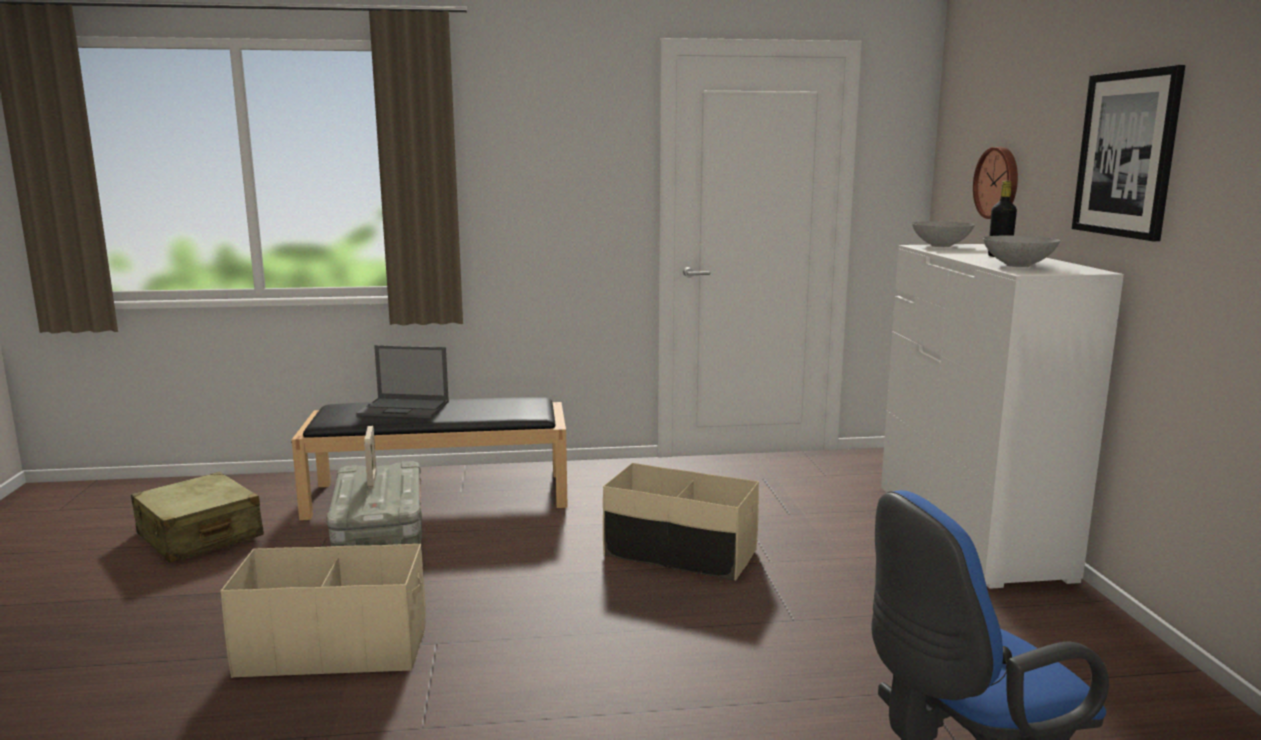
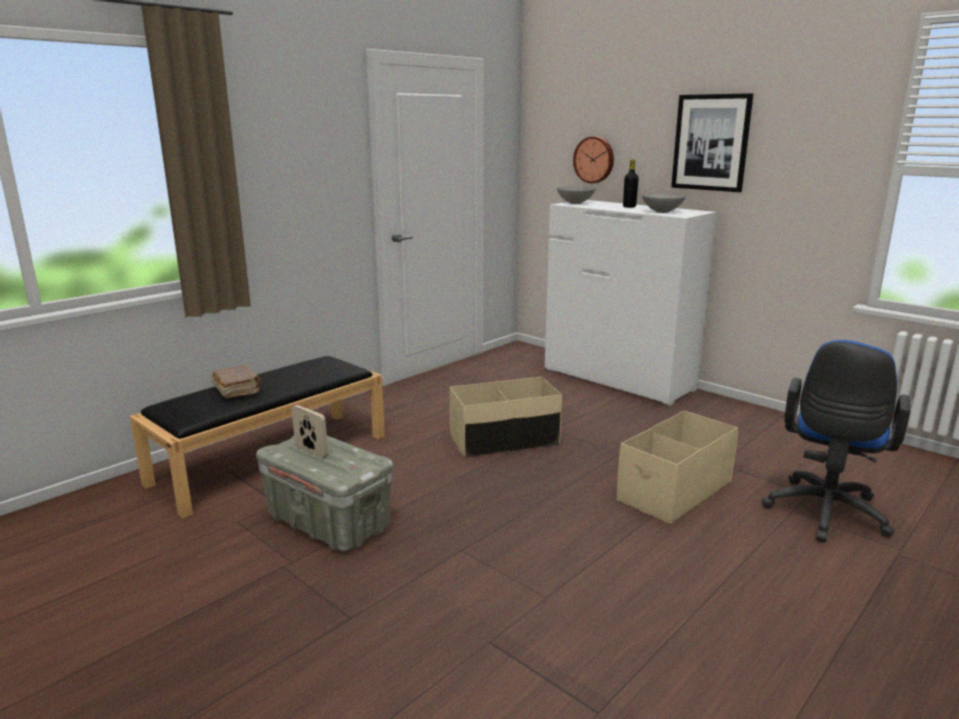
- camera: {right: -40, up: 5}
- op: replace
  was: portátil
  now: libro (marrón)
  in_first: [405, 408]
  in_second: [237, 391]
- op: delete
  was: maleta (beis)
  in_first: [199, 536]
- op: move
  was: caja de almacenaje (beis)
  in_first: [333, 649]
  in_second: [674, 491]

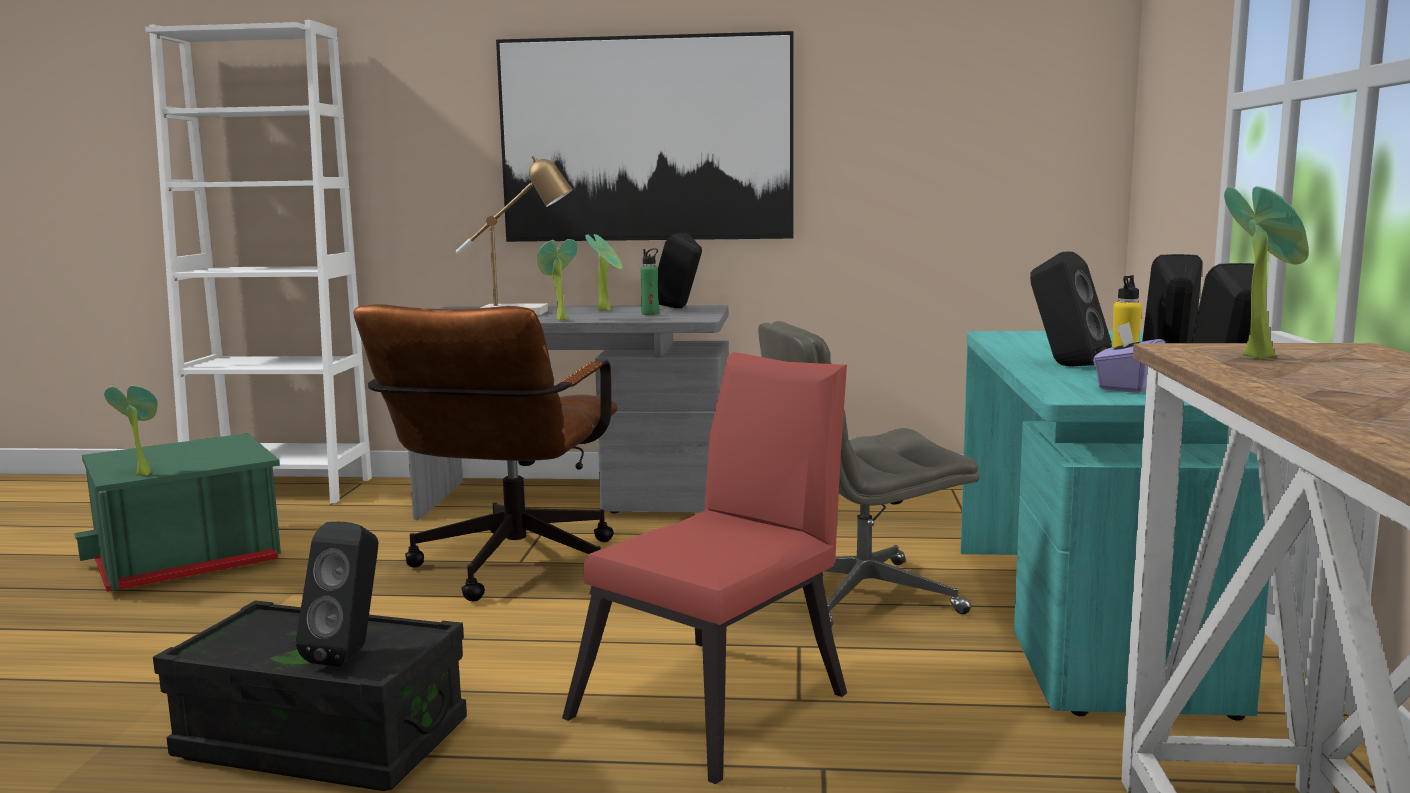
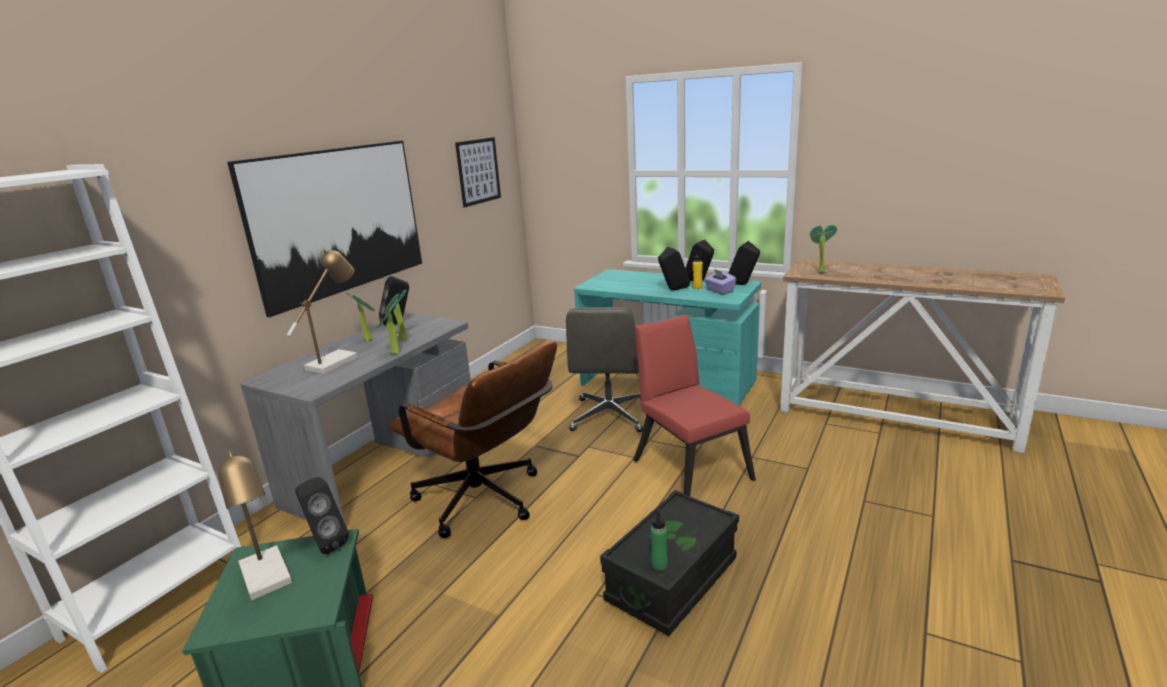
- camera: {right: -65, up: 10}
- op: move
  was: botella (verde)
  in_first: [650, 314]
  in_second: [659, 564]
- op: move
  was: planta en maceta
  in_first: [142, 474]
  in_second: [401, 340]
- op: move
  was: altavoz (negro)
  in_first: [350, 654]
  in_second: [325, 544]
- op: insert
  now: cuadro
  in_second: [478, 171]
- op: insert
  now: lámpara de mesa
  in_second: [269, 579]

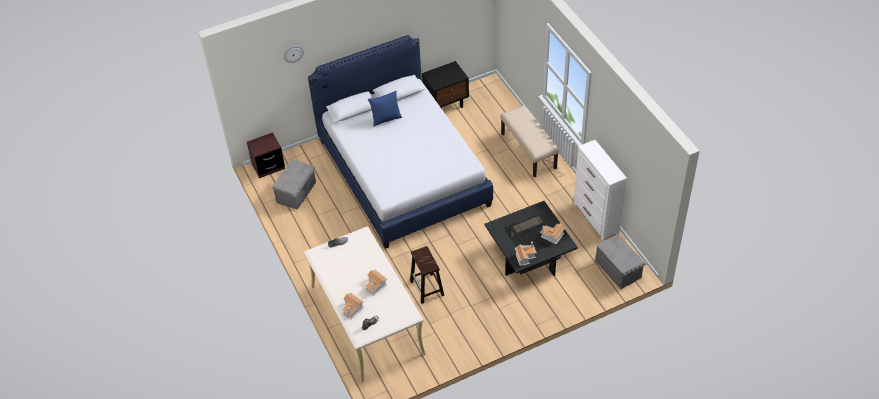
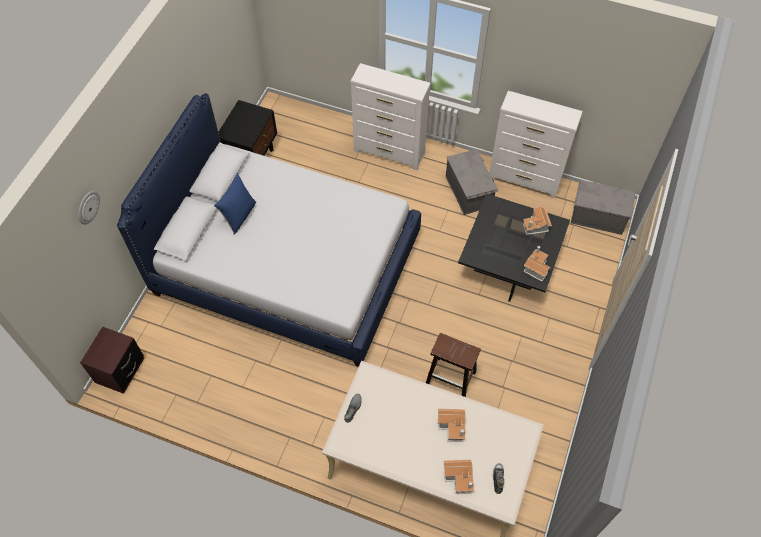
- camera: {right: -45, up: 10}
- op: replace
  was: banco (beis)
  now: cómoda (blanco)
  in_first: [529, 151]
  in_second: [389, 153]
- op: move
  was: caja de almacenaje (gris)
  in_first: [297, 192]
  in_second: [469, 191]

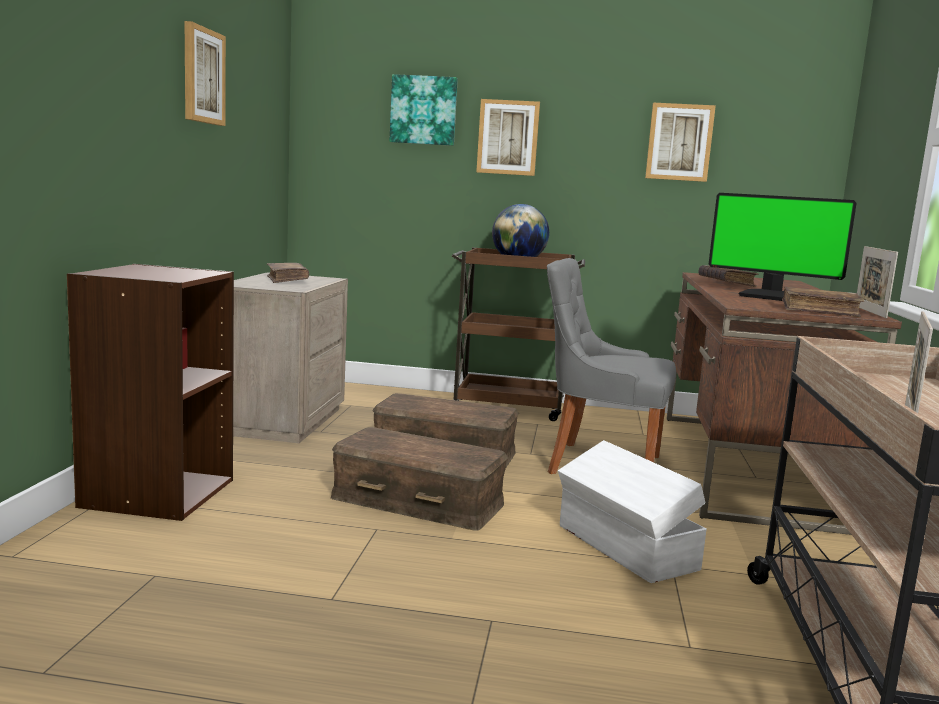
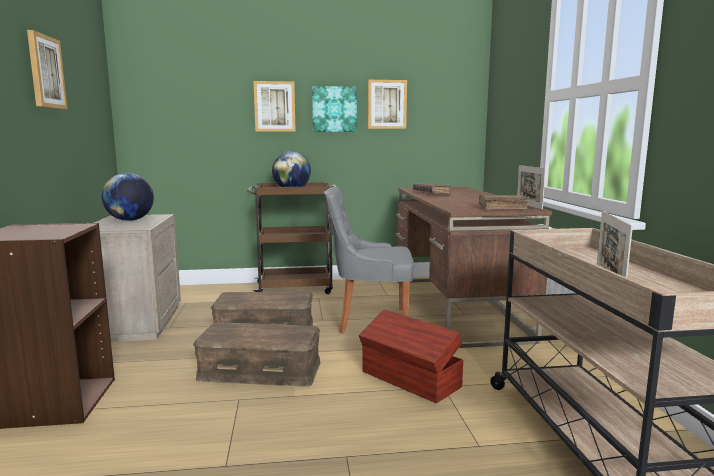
- camera: {right: -15, up: 0}
- op: move
  was: cuadro
  in_first: [423, 110]
  in_second: [334, 109]
- op: delete
  was: monitor
  in_first: [769, 296]
- op: replace
  was: libro (marrón)
  now: globo terráqueo
  in_first: [287, 280]
  in_second: [130, 220]
- op: recolor
  was: caja de almacenaje (blanco)
  now: caja de almacenaje (marrón)
  in_first: [625, 548]
  in_second: [410, 380]

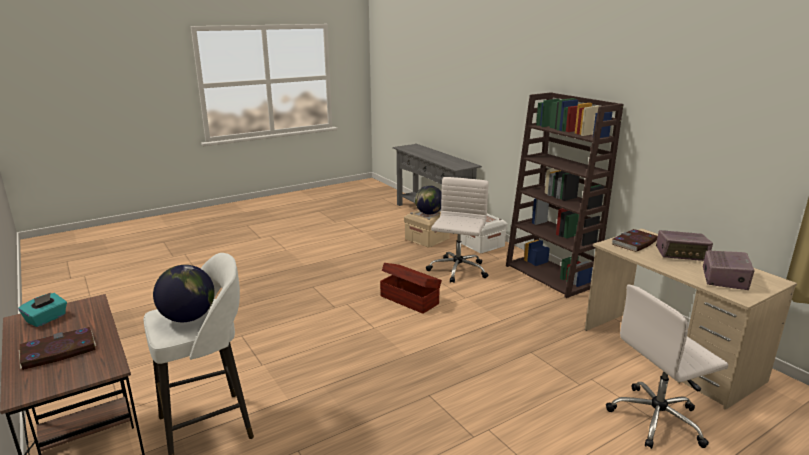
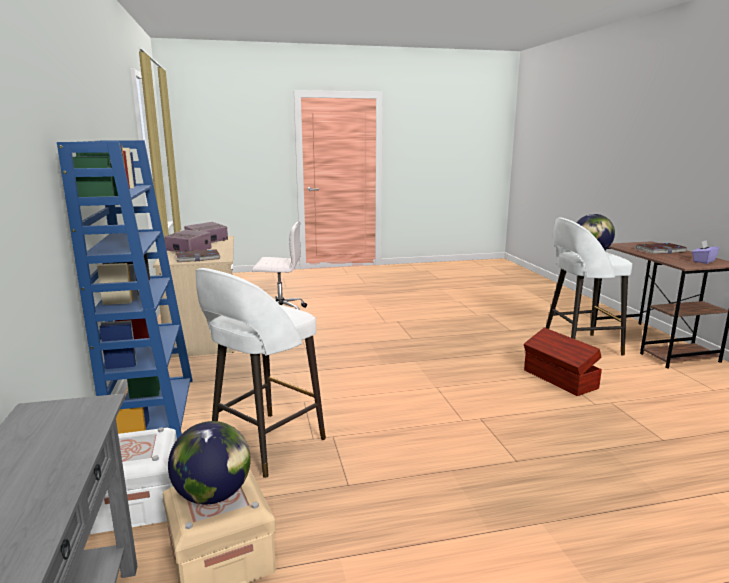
- camera: {right: -160, up: -5}
- op: recolor
  was: estantería (marrón)
  now: estantería (azul)
  in_first: [551, 276]
  in_second: [152, 409]
- op: replace
  was: silla de oficina (blanco)
  now: taburete (blanco)
  in_first: [457, 271]
  in_second: [264, 445]
- op: move
  was: caja de almacenaje (marrón)
  in_first: [409, 299]
  in_second: [559, 379]
- op: recolor
  was: caja de pañuelos (turquesa)
  now: caja de pañuelos (morado)
  in_first: [47, 319]
  in_second: [703, 261]

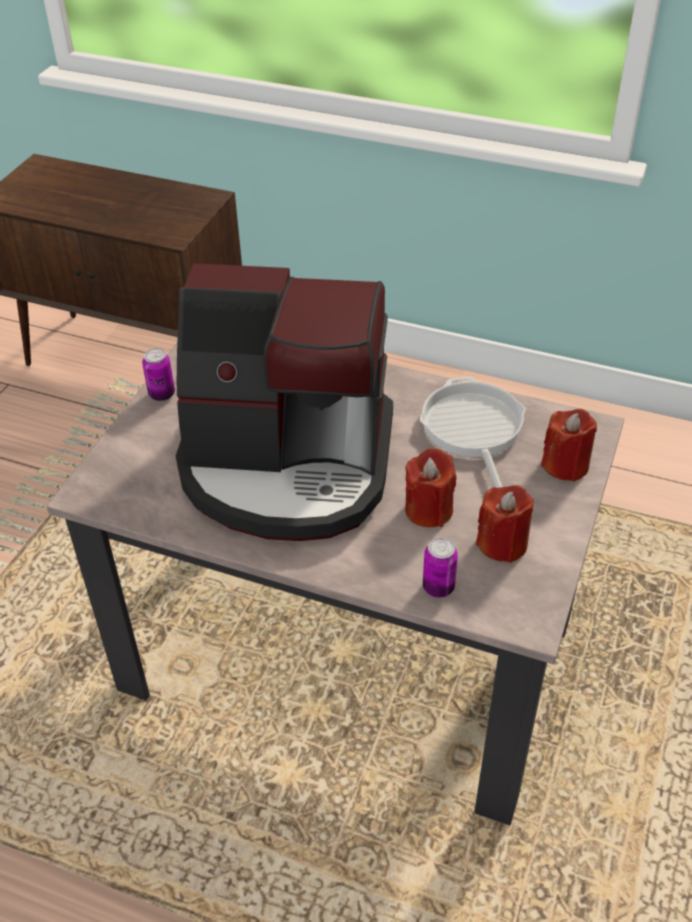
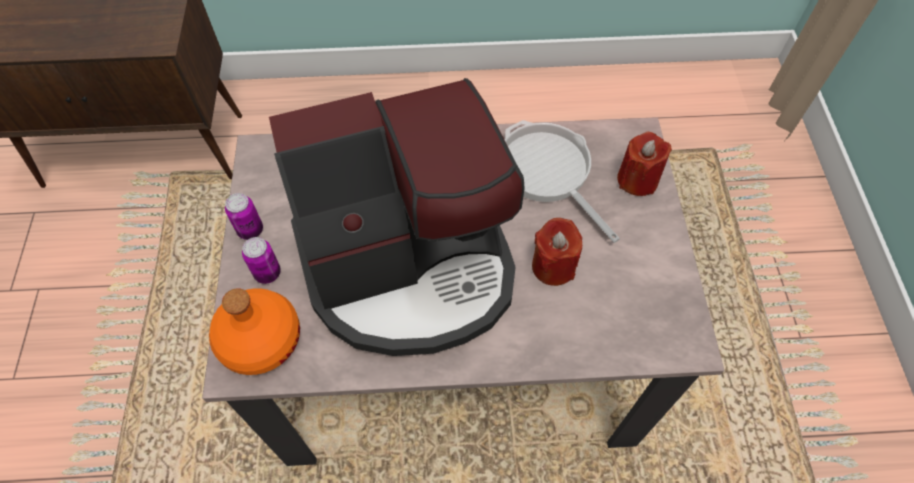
- camera: {right: -25, up: 15}
- op: delete
  was: vela (rojo)
  in_first: [502, 543]
- op: move
  was: lata
  in_first: [438, 587]
  in_second: [267, 273]
- op: insert
  now: botella (naranja)
  in_second: [259, 339]

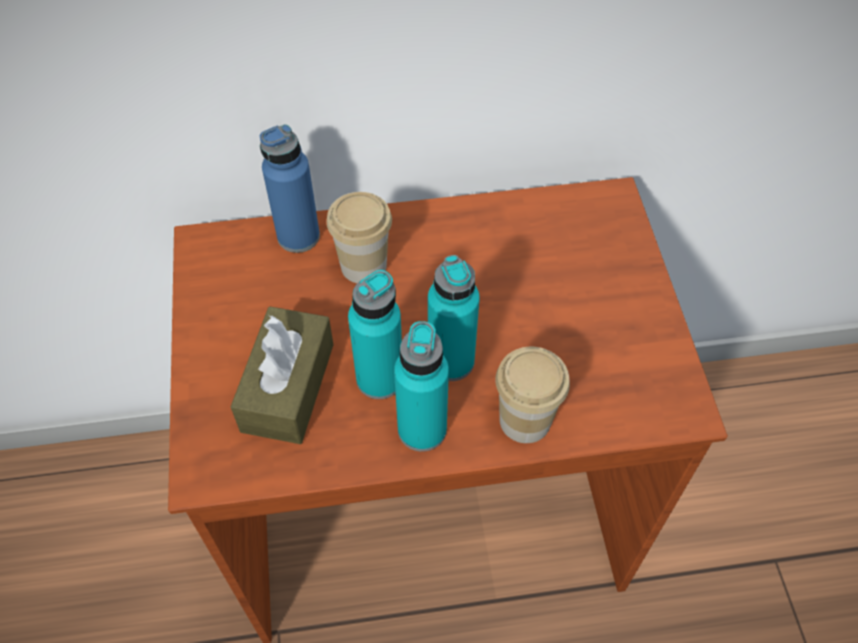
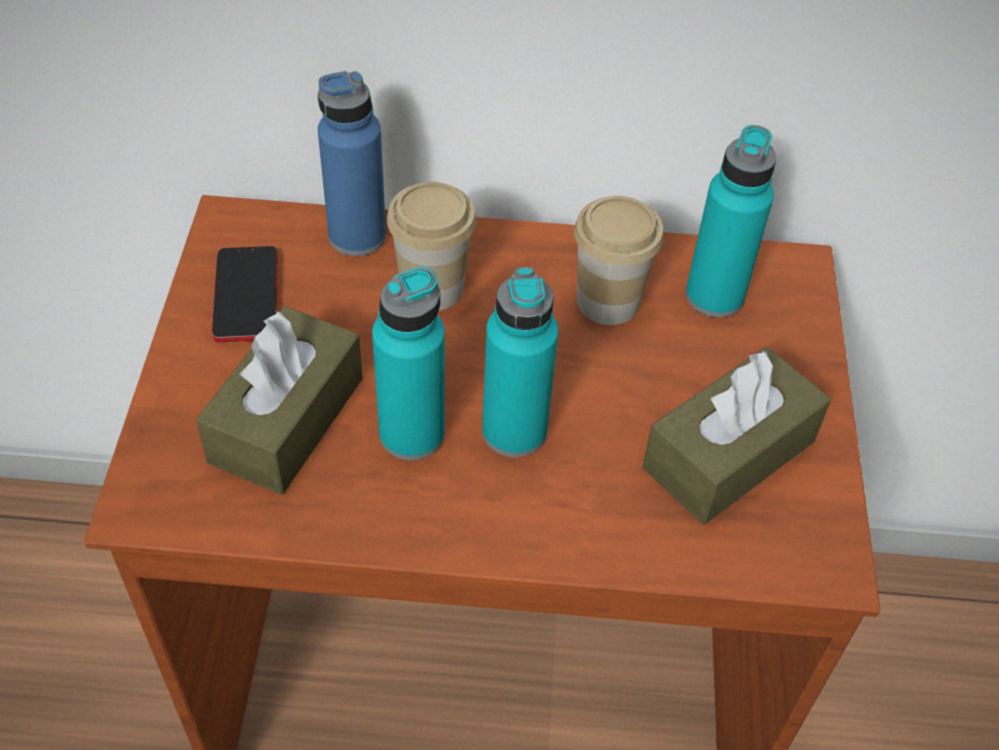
- camera: {right: 10, up: -5}
- op: move
  was: botella (turquesa)
  in_first: [422, 429]
  in_second: [714, 296]
- op: move
  was: taza
  in_first: [525, 420]
  in_second: [608, 301]
- op: insert
  now: móvil
  in_second: [246, 295]
- op: insert
  now: caja de pañuelos (marrón)
  in_second: [728, 454]

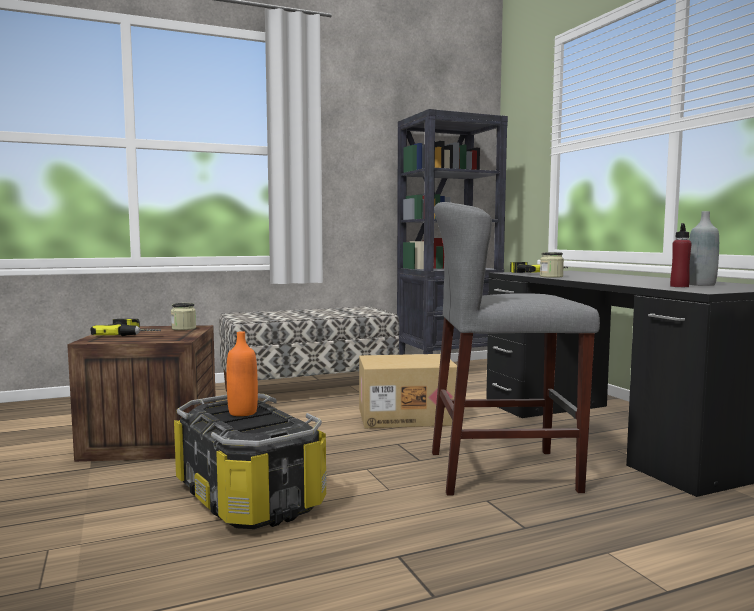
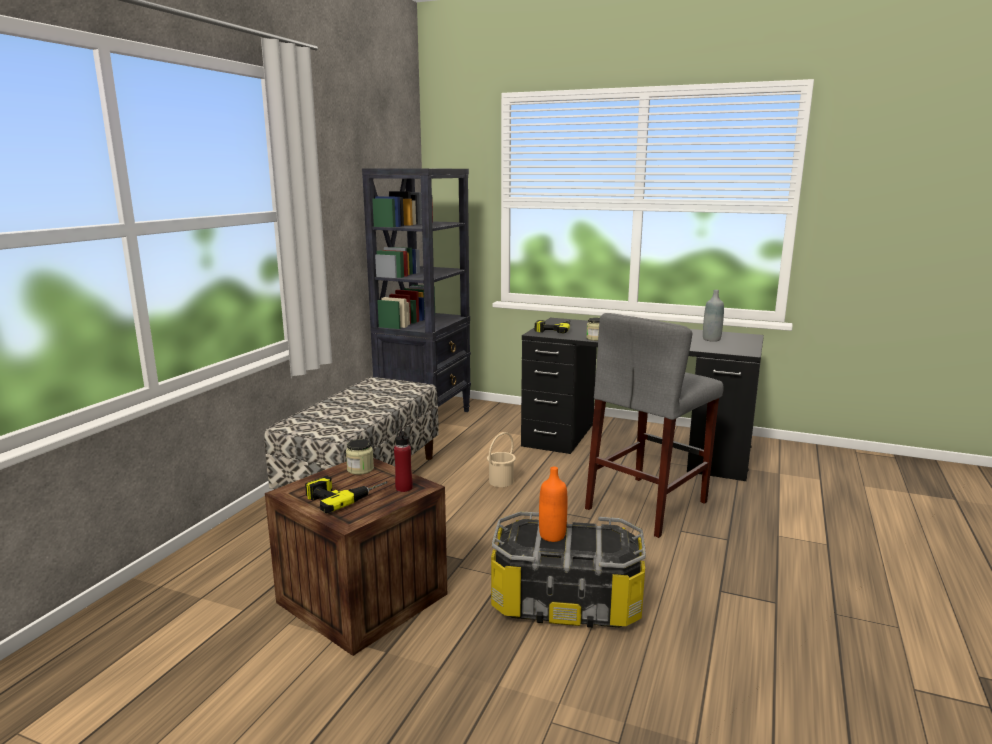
- camera: {right: -45, up: 10}
- op: move
  was: botella (rojo)
  in_first: [679, 286]
  in_second: [404, 488]
- op: replace
  was: caja de cartón
  now: cubo (beis)
  in_first: [407, 416]
  in_second: [500, 481]

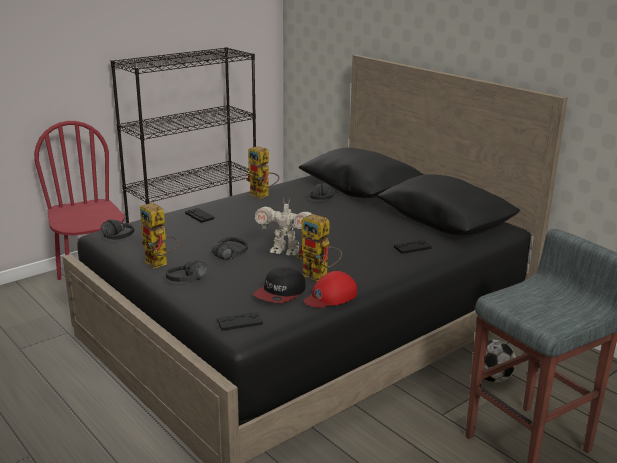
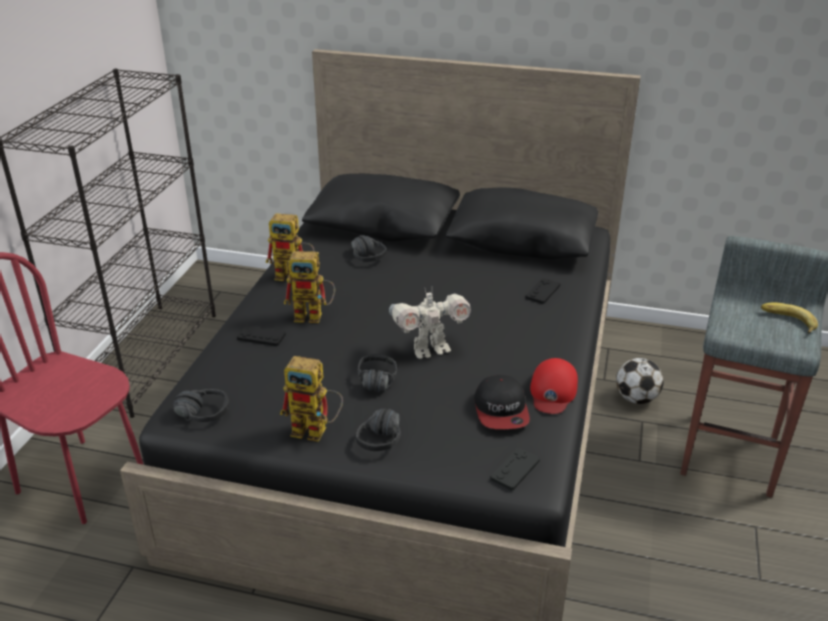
- camera: {right: -35, up: 10}
- op: move
  was: robot de juguete
  in_first: [320, 276]
  in_second: [314, 316]
- op: insert
  now: plátano
  in_second: [787, 321]

